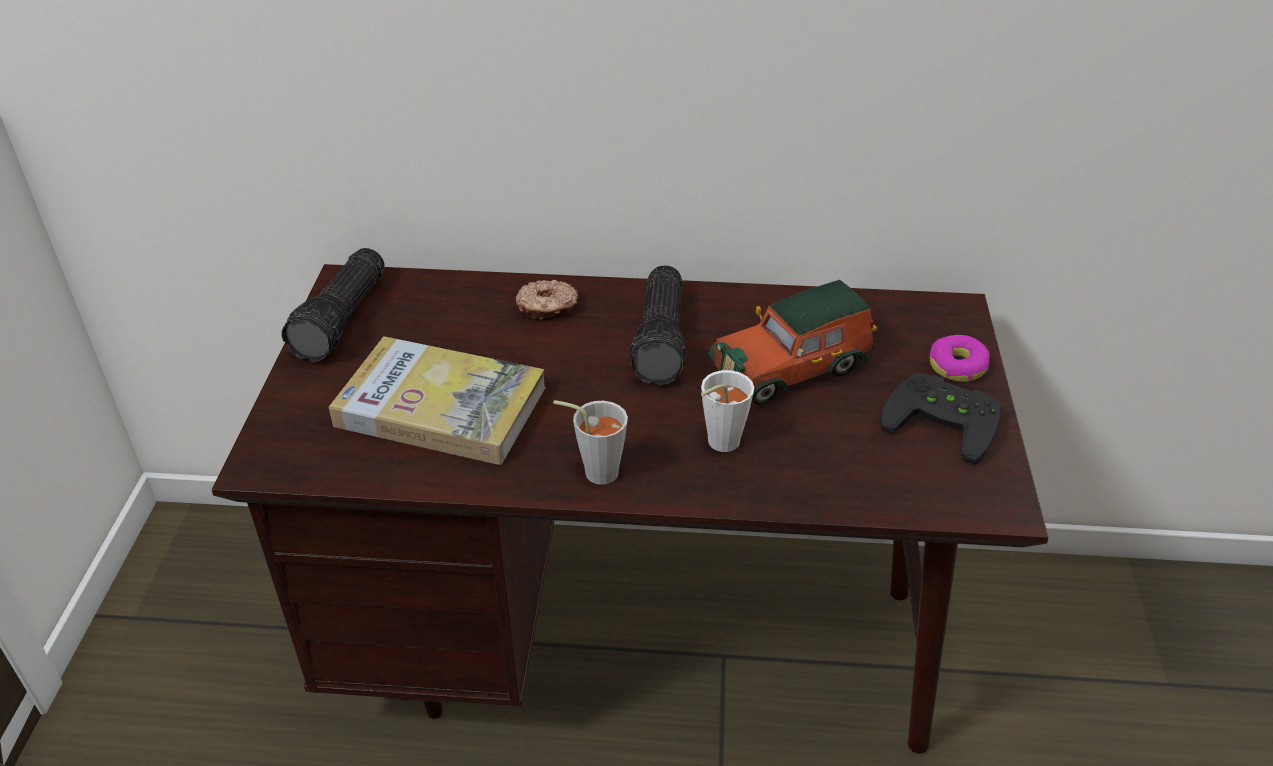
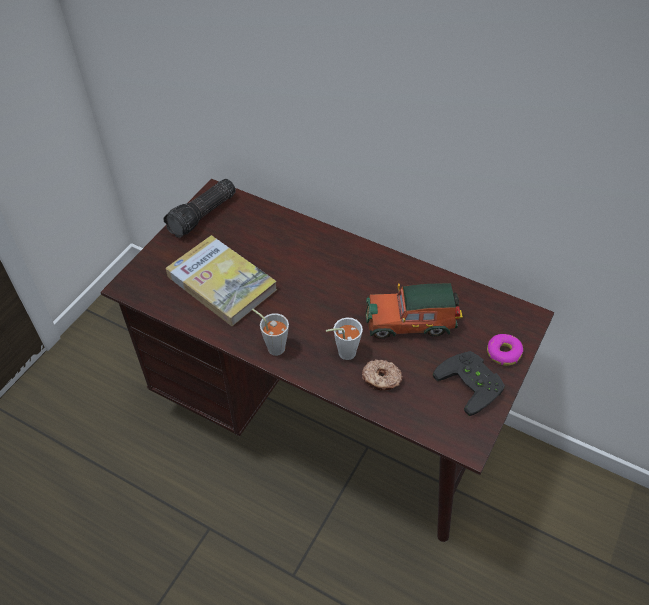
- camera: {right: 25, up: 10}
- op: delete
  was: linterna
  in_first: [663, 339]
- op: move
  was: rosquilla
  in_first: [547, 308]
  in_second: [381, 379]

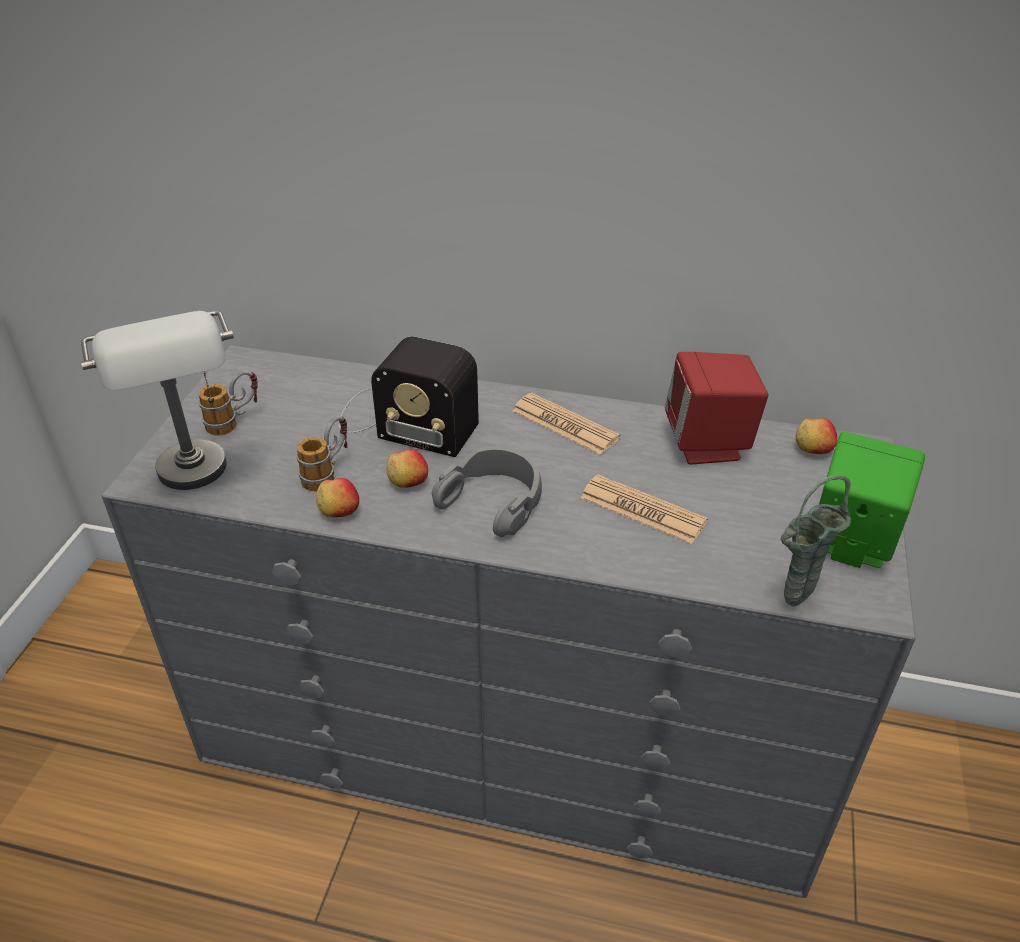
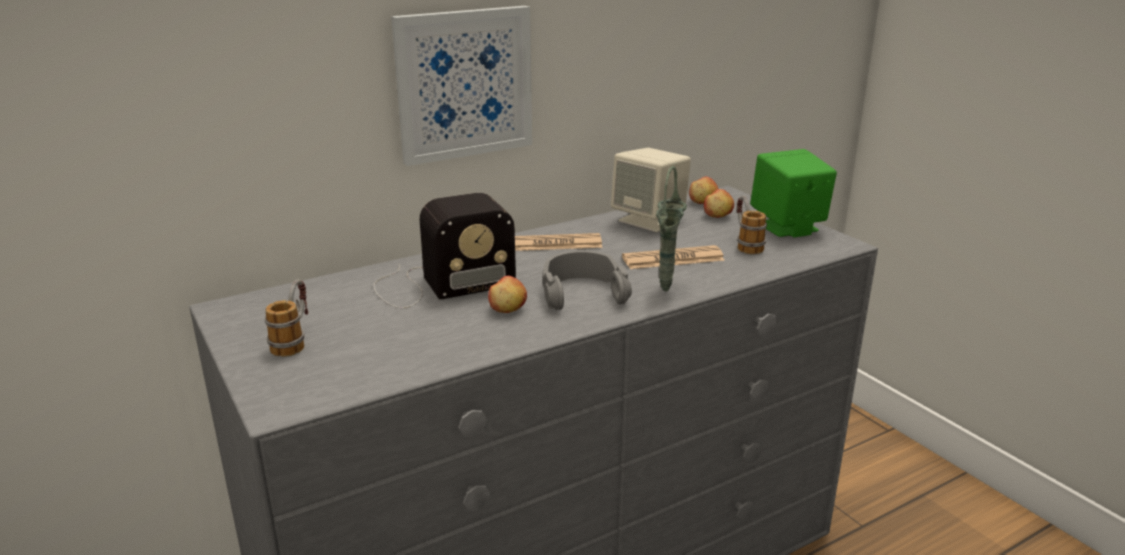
- camera: {right: -45, up: -15}
- op: delete
  was: lámpara de mesa (gris)
  in_first: [199, 481]
- op: recolor
  was: altavoz (rojo)
  now: altavoz (beis)
  in_first: [708, 444]
  in_second: [649, 220]
- op: move
  was: taza grande
  in_first: [328, 472]
  in_second: [745, 244]
- op: move
  was: florero (verde)
  in_first: [793, 604]
  in_second: [665, 290]
- op: move
  was: manzana
  in_first: [339, 511]
  in_second: [718, 216]
- op: insert
  now: cuadro
  in_second: [464, 84]

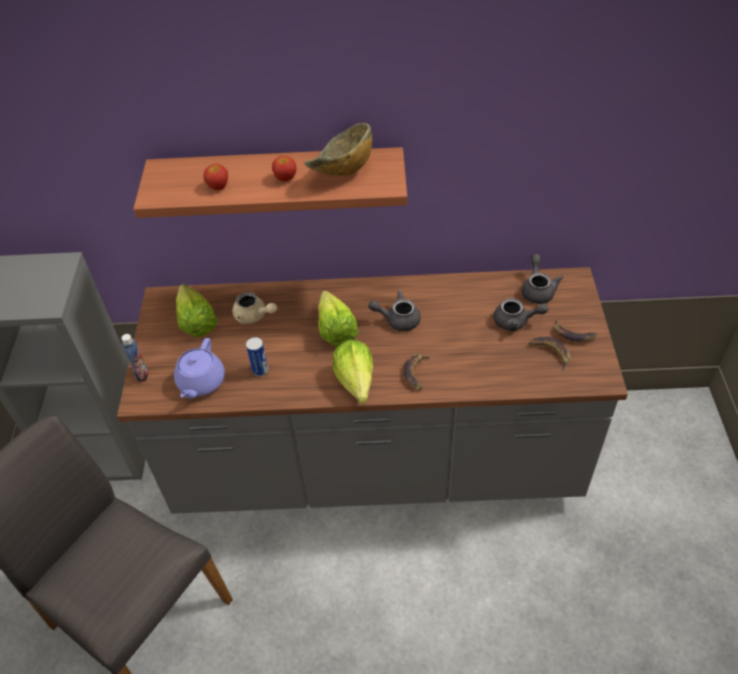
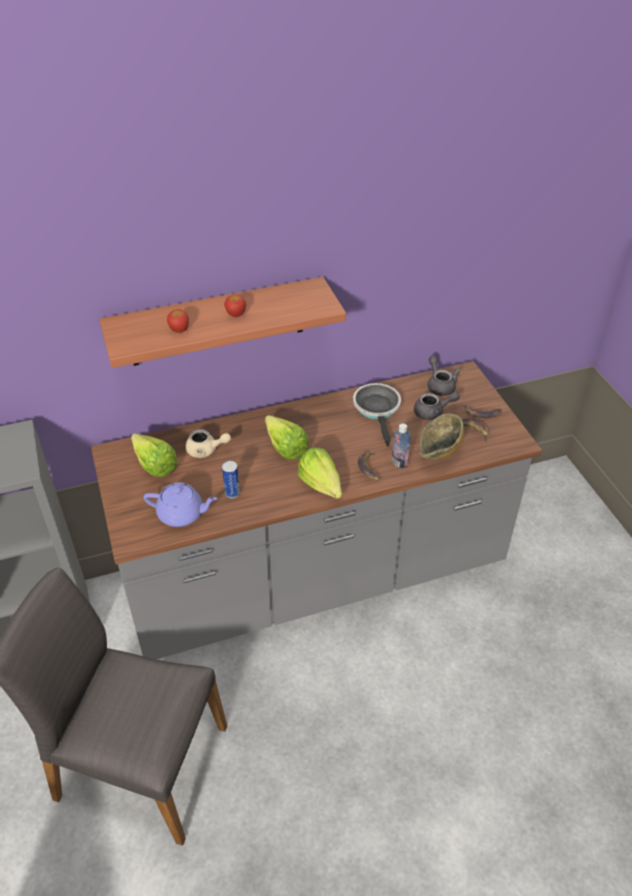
- camera: {right: -20, up: -5}
- op: move
  was: cuenco
  in_first: [342, 172]
  in_second: [438, 454]
- op: delete
  was: tetera (gris)
  in_first: [397, 319]
- op: move
  was: botella
  in_first: [141, 373]
  in_second: [399, 462]
- op: rotate
  was: tetera (morado)
  in_first: [201, 383]
  in_second: [182, 514]
  clockwise: -75
- op: insert
  now: sartén
  in_second: [377, 410]

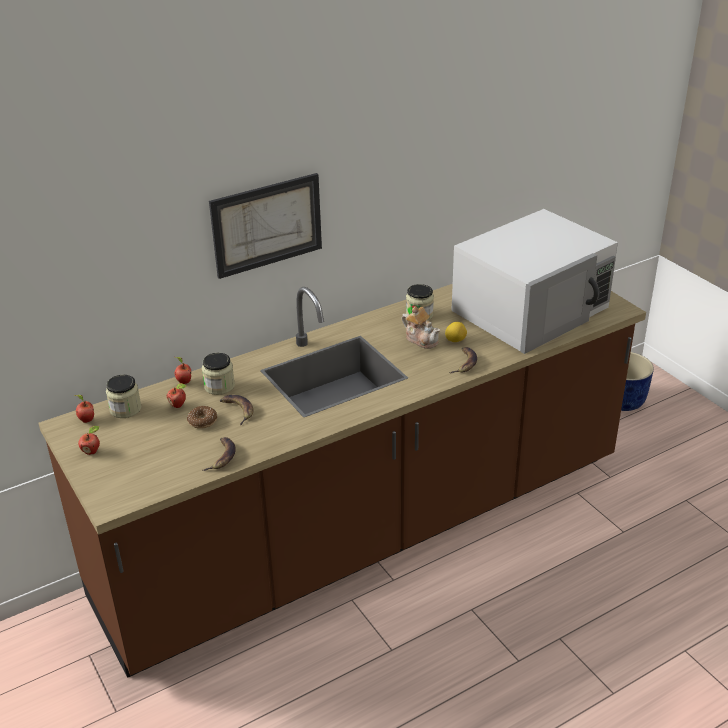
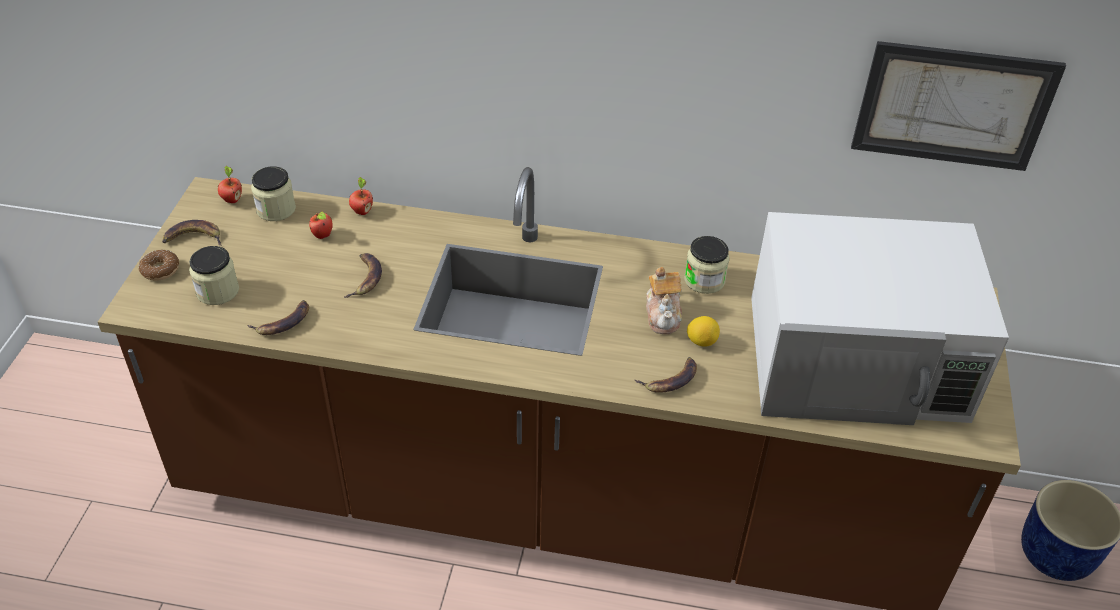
- camera: {right: 40, up: 10}
- op: move
  was: cuadro
  in_first: [267, 225]
  in_second: [953, 106]
- op: move
  was: tarro
  in_first: [219, 386]
  in_second: [217, 291]
- op: move
  was: rosquilla
  in_first: [202, 421]
  in_second: [160, 270]
- op: replace
  was: manzana
  now: plátano
  in_first: [92, 451]
  in_second: [193, 238]

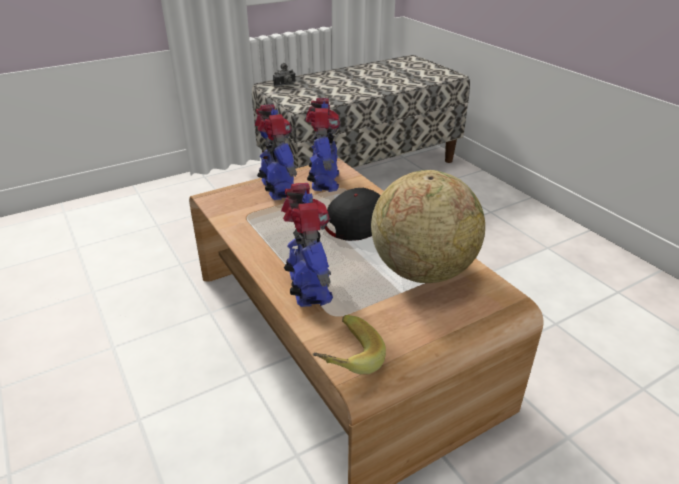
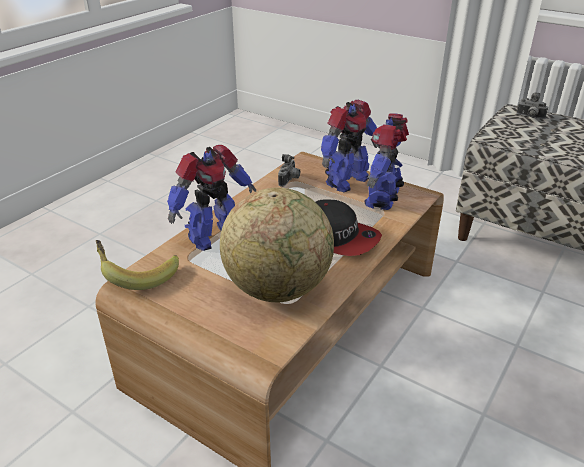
- camera: {right: 65, up: 0}
- op: rotate
  was: robot de juguete
  in_first: [323, 182]
  in_second: [383, 198]
  clockwise: 135
- op: insert
  now: cámara
  in_second: [290, 180]

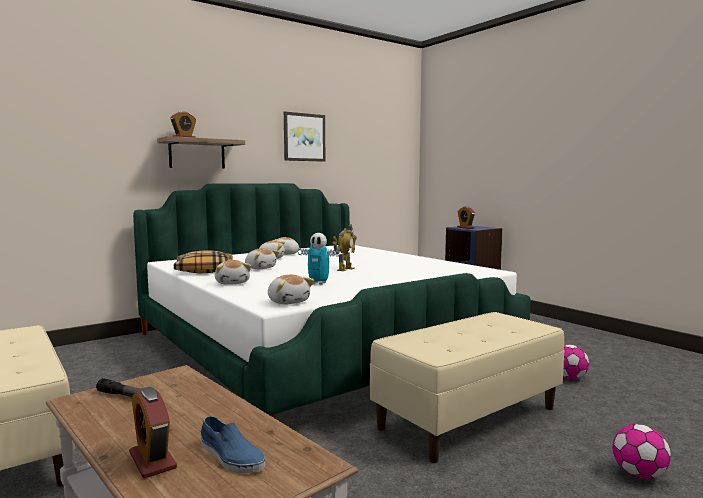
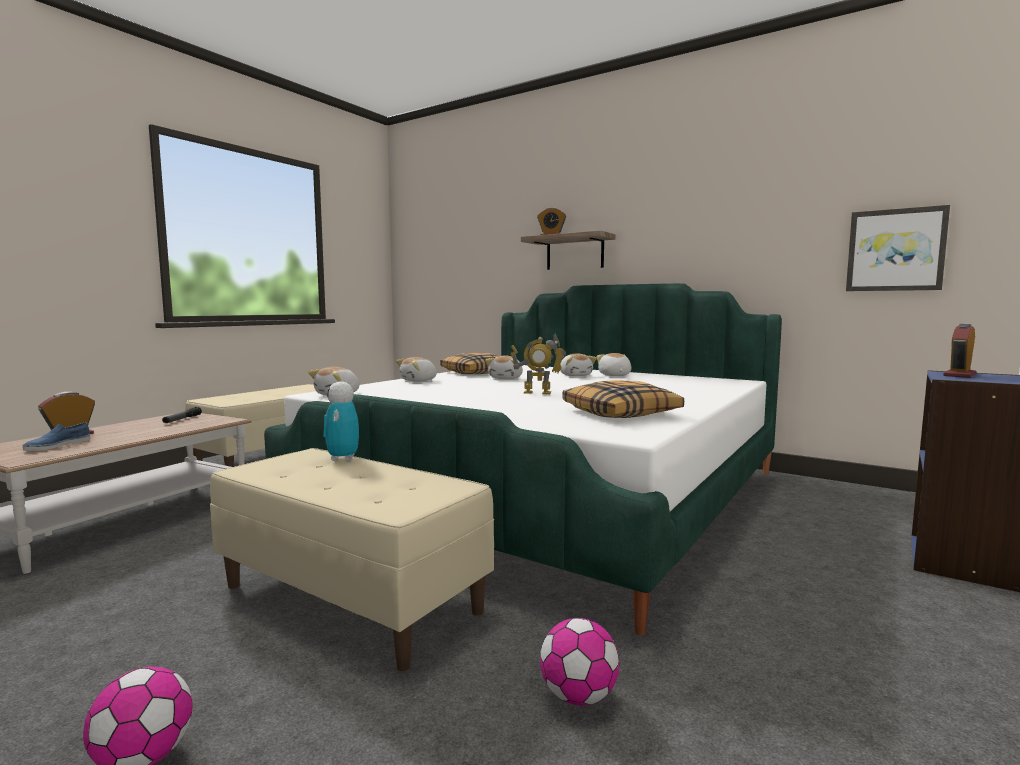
- camera: {right: 70, up: 0}
- op: move
  was: cuadro
  in_first: [304, 137]
  in_second: [895, 250]
- op: move
  was: robot de juguete
  in_first: [318, 283]
  in_second: [342, 458]
- op: insert
  now: cojín
  in_second: [621, 413]

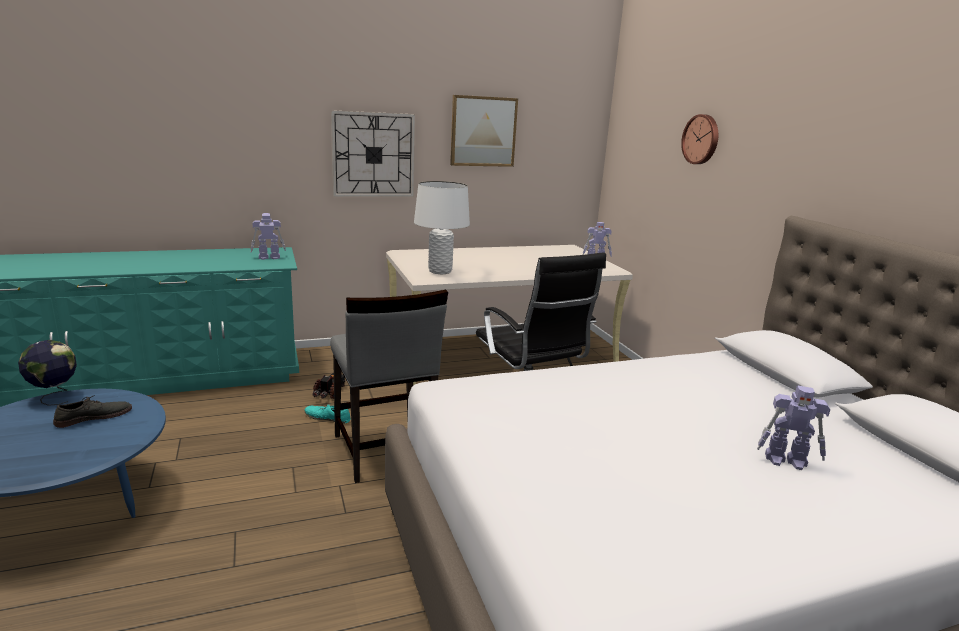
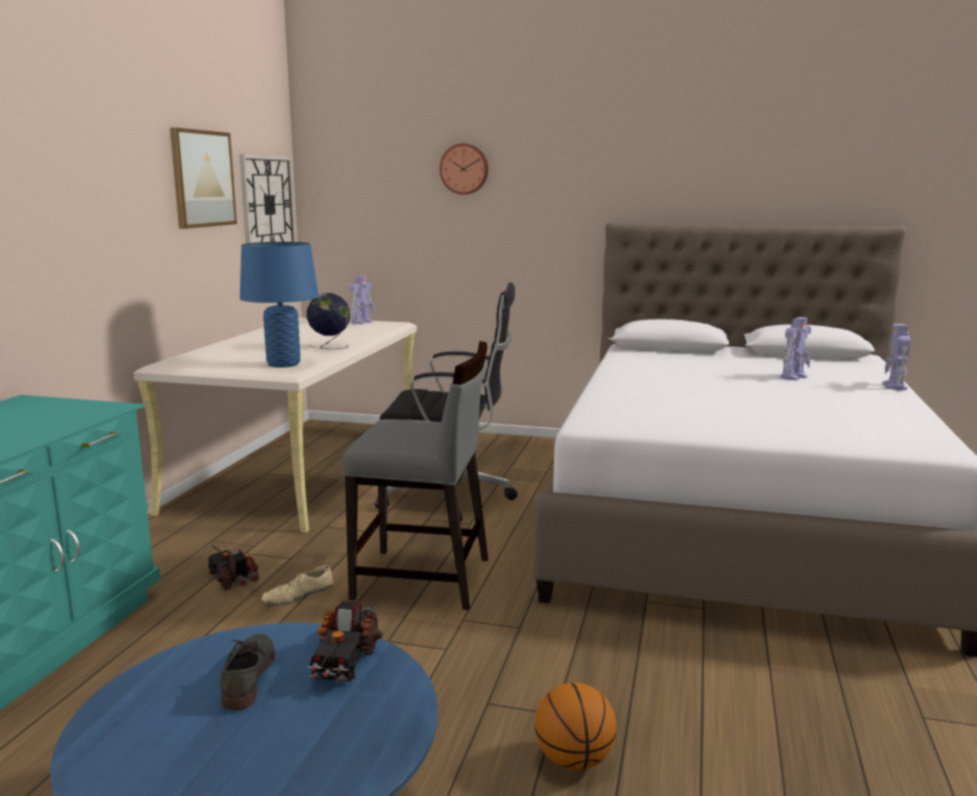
- camera: {right: -55, up: -5}
- op: move
  was: reloj de pared
  in_first: [373, 155]
  in_second: [267, 205]
- op: recolor
  was: lámpara de mesa (blanco)
  now: lámpara de mesa (azul)
  in_first: [440, 271]
  in_second: [284, 364]
- op: move
  was: robot de juguete
  in_first: [268, 257]
  in_second: [894, 387]
- op: move
  was: globo terráqueo
  in_first: [54, 397]
  in_second: [329, 347]
- op: recolor
  was: zapato (turquesa)
  now: zapato (beis)
  in_first: [327, 418]
  in_second: [298, 595]
- op: insert
  now: camión de juguete
  in_second: [344, 660]
- op: insert
  now: balón de baloncesto
  in_second: [574, 760]

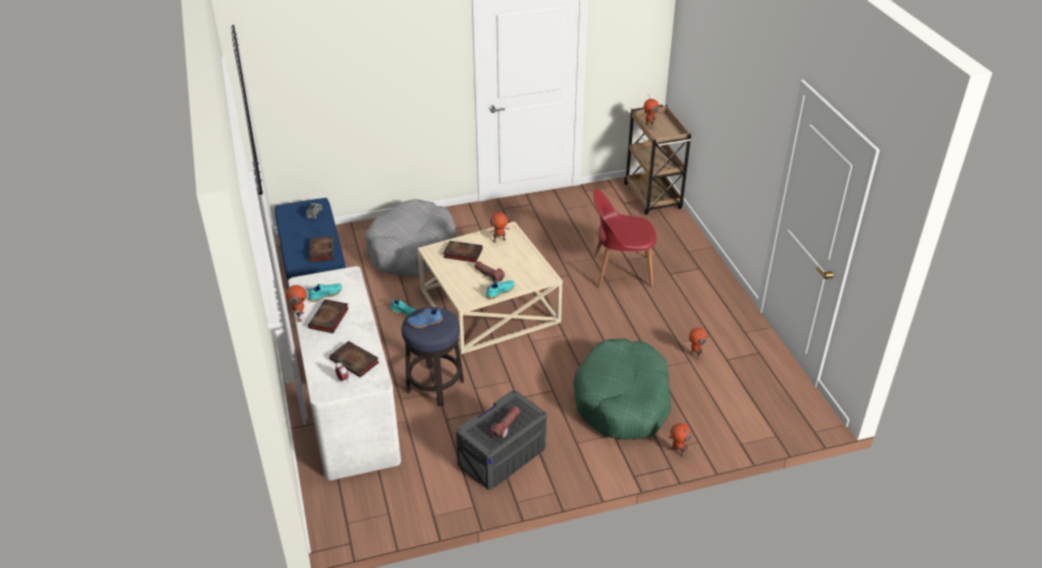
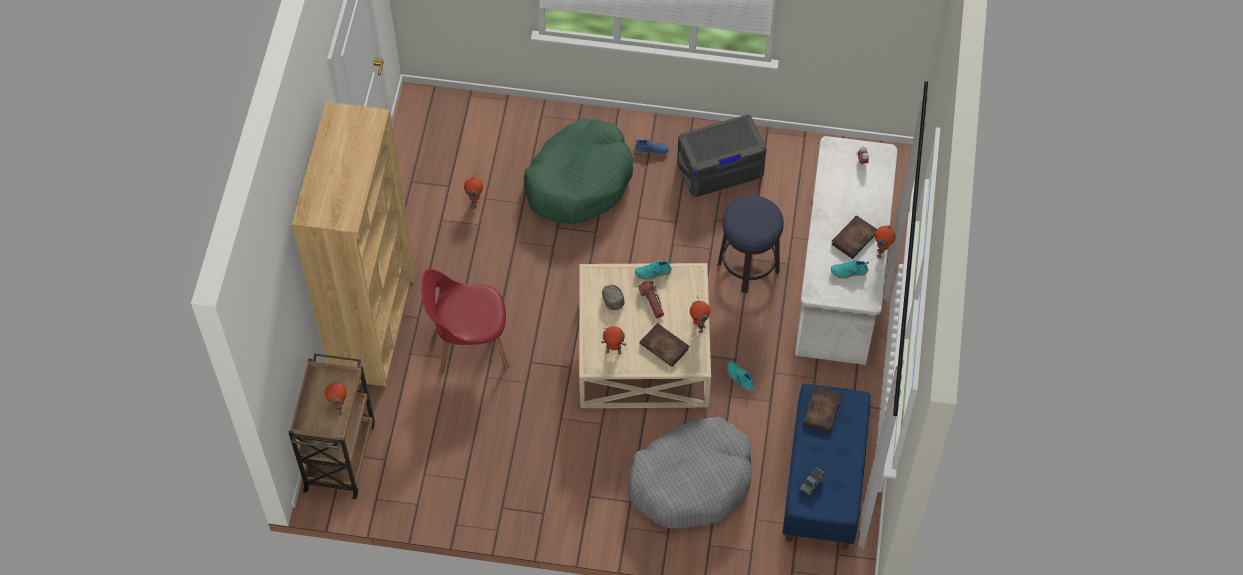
- camera: {right: -155, up: 20}
- op: rotate
  was: silla (rojo)
  in_first: [620, 271]
  in_second: [469, 344]
  clockwise: 150
- op: move
  was: zapato (azul)
  in_first: [425, 322]
  in_second: [651, 149]
- op: delete
  was: libro
  in_first: [355, 361]
- op: delete
  was: linterna
  in_first: [506, 426]
- op: move
  was: robot de juguete
  in_first: [677, 453]
  in_second: [699, 326]
- op: insert
  now: estantería (marrón)
  in_second: [374, 324]
- op: insert
  now: gorra (gris)
  in_second: [612, 298]

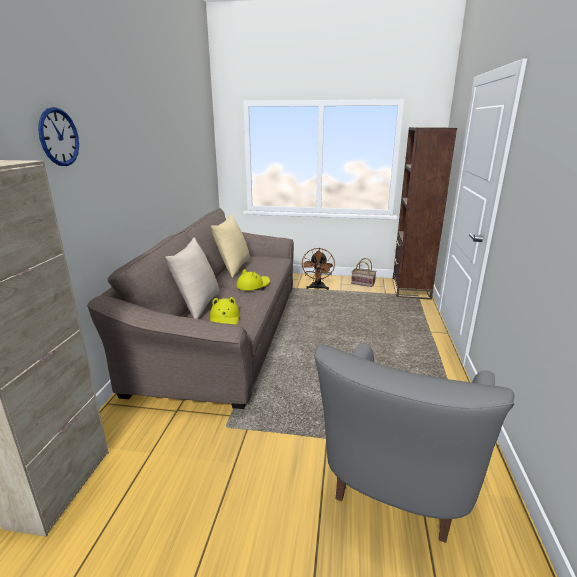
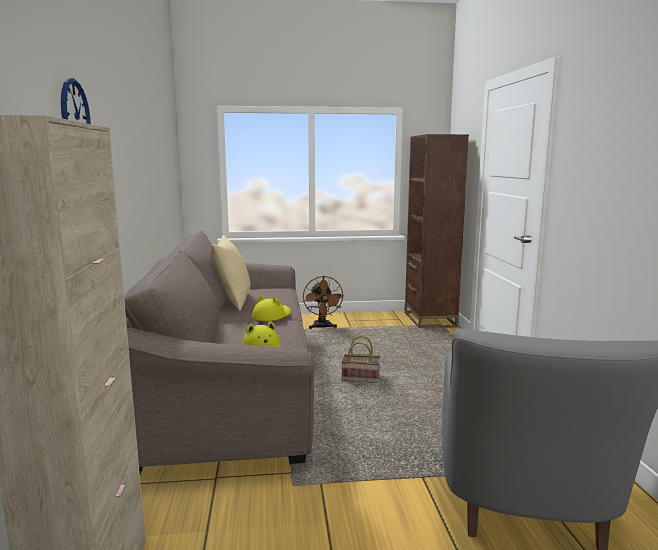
- camera: {right: -15, up: -10}
- op: delete
  was: cojín (beis)
  in_first: [197, 306]
- op: move
  was: cesta
  in_first: [363, 283]
  in_second: [361, 378]

